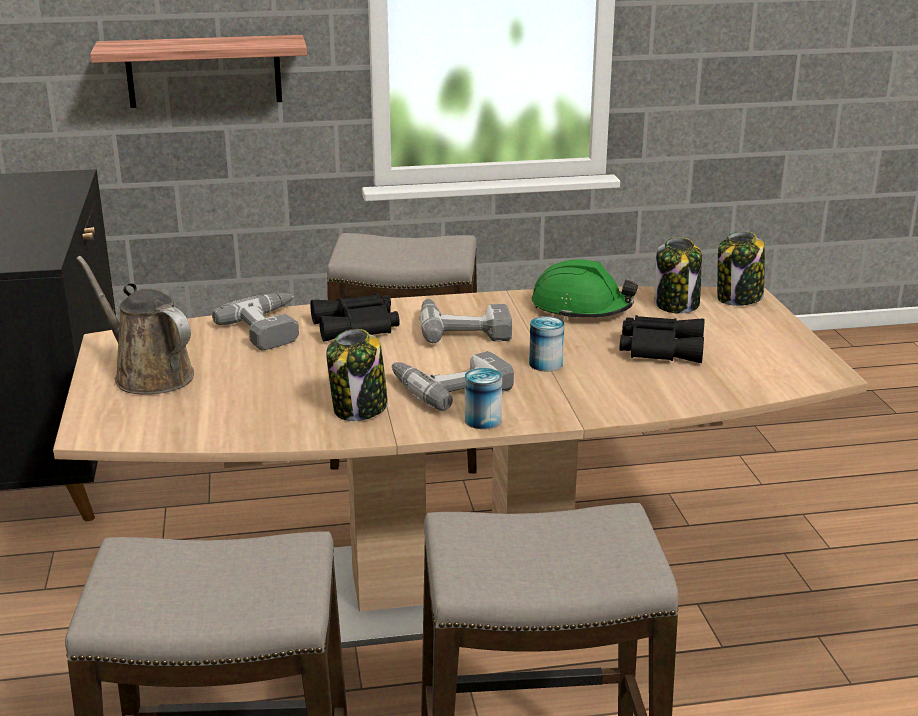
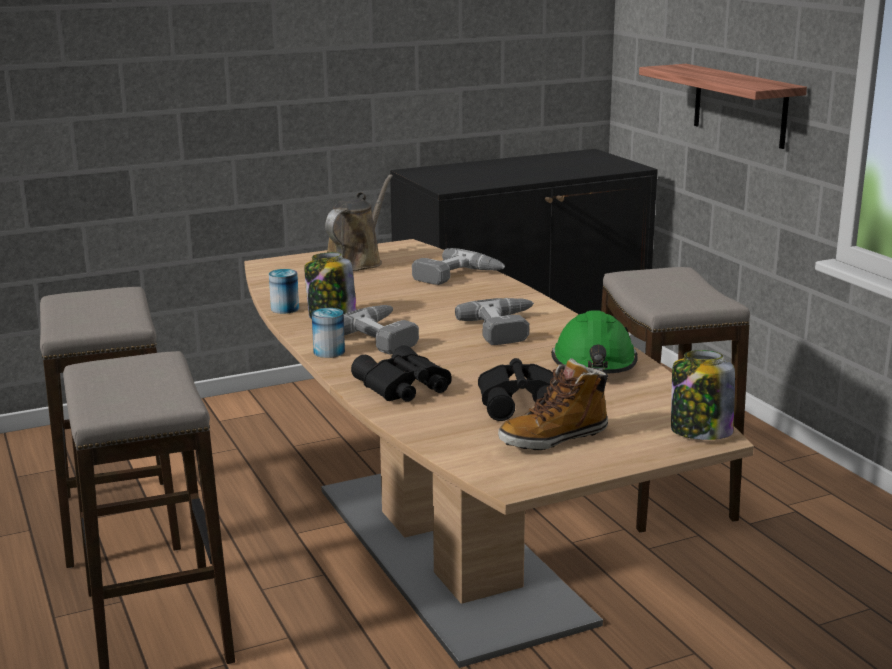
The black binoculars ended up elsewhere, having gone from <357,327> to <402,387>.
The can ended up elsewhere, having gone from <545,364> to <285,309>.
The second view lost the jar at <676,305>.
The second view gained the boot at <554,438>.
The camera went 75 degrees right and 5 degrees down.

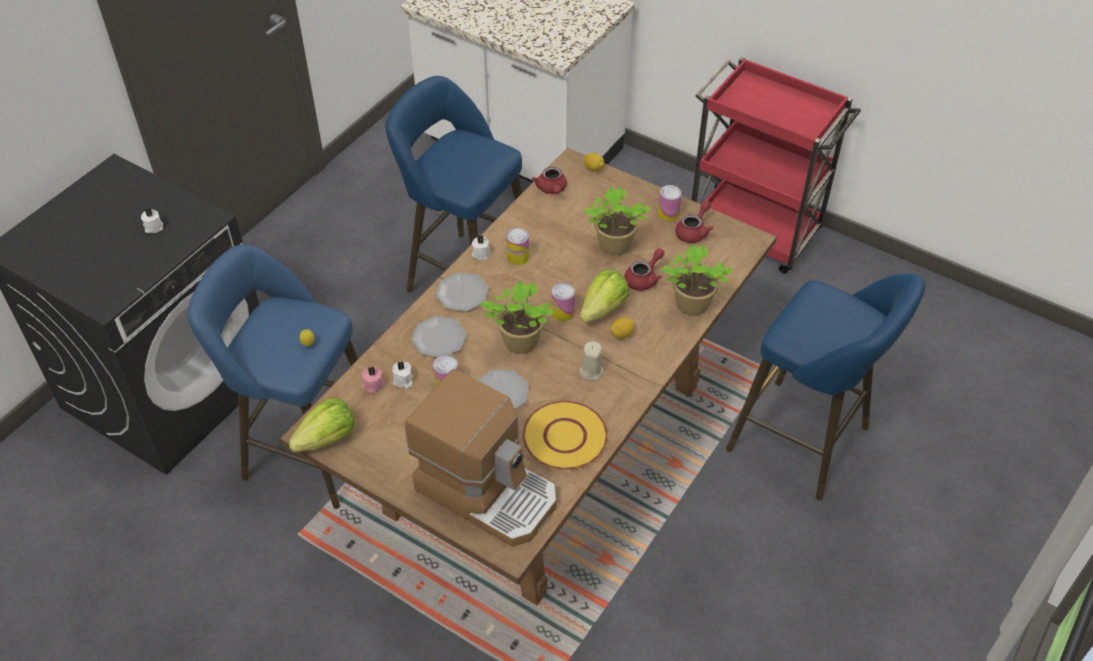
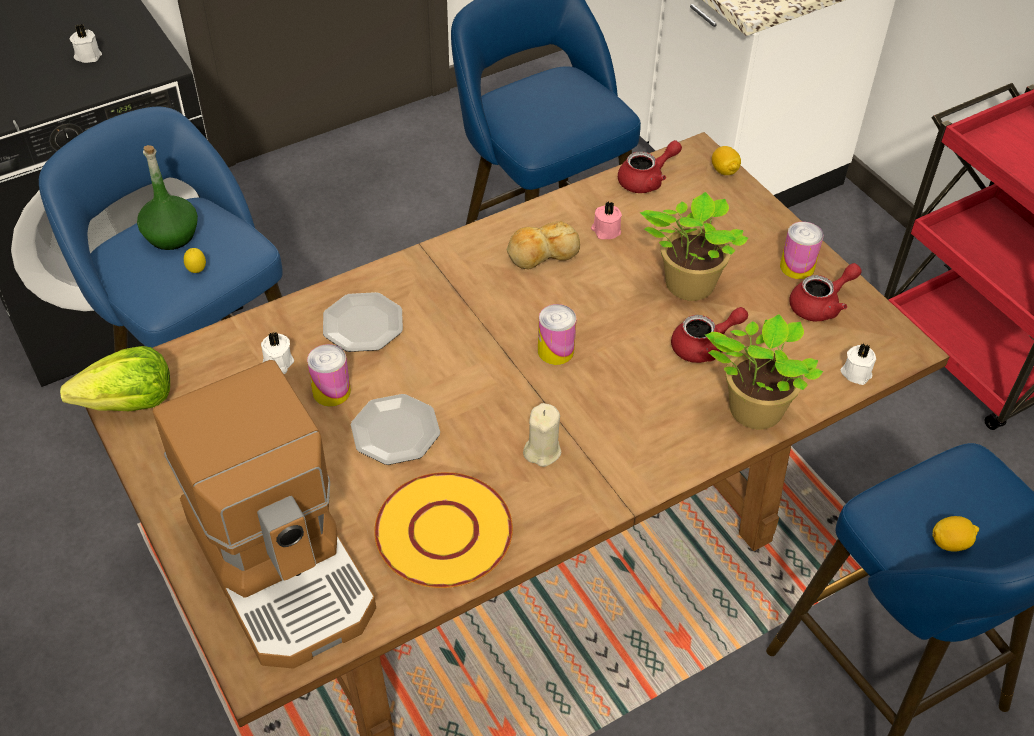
The pink candle ended up elsewhere, having gone from <372,385> to <605,230>.
The second view lost the plate at <462,293>.
The white candle ended up elsewhere, having gone from <481,253> to <856,372>.
The second view lost the potted plant at <519,343>.
Where the can stood at <518,257>, the bread came to stand at <542,253>.
The red teapot at <552,190> ended up facing another way, 135 degrees counterclockwise from before.
The second view lost the lettuce at <603,309>.
The lemon ended up elsewhere, having gone from <622,334> to <950,543>.
The second view gained the green bottle at <171,235>.
The camera went 25 degrees right and 0 degrees up.

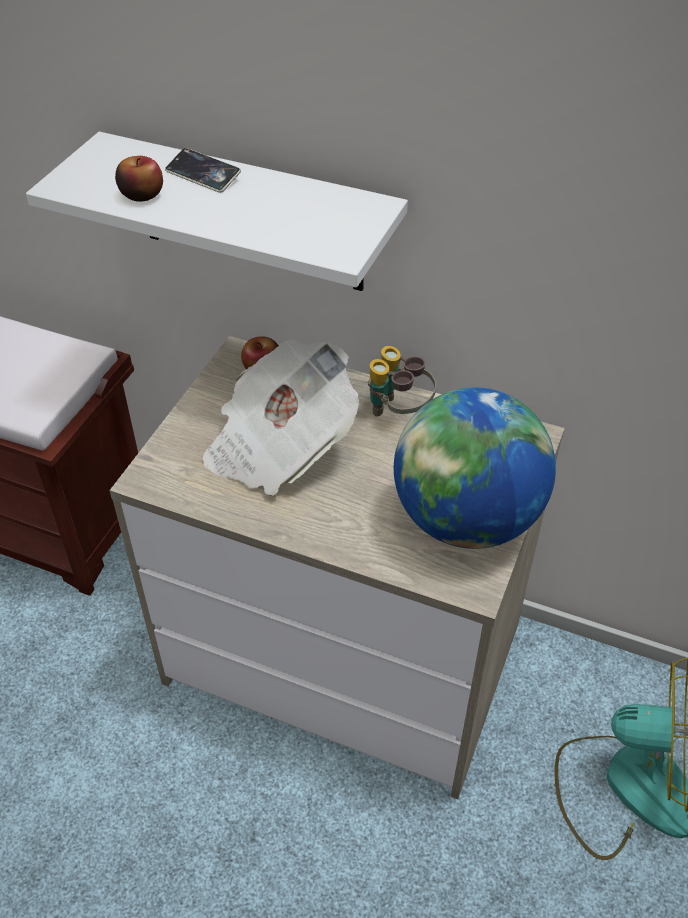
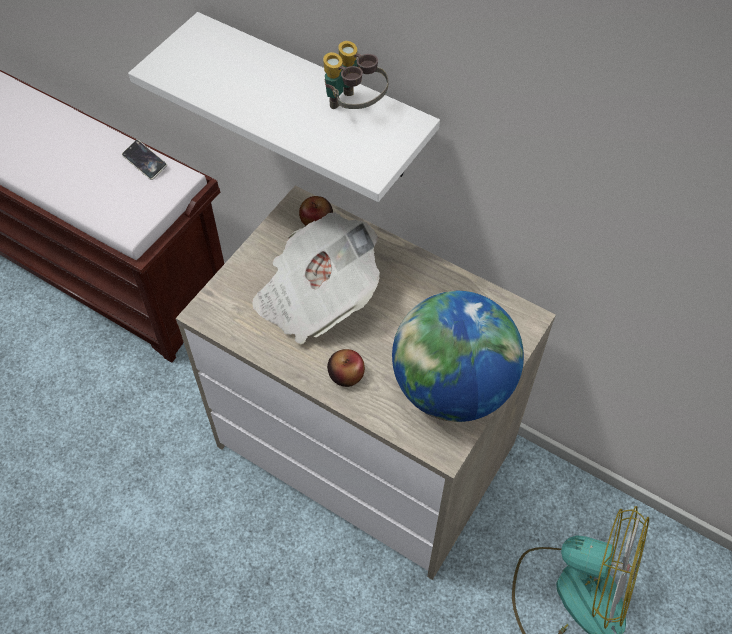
The apple ended up elsewhere, having gone from <142,194> to <346,374>.
The phone ended up elsewhere, having gone from <203,175> to <145,162>.
The binoculars ended up elsewhere, having gone from <398,412> to <354,107>.
The camera went 10 degrees right and 10 degrees up.

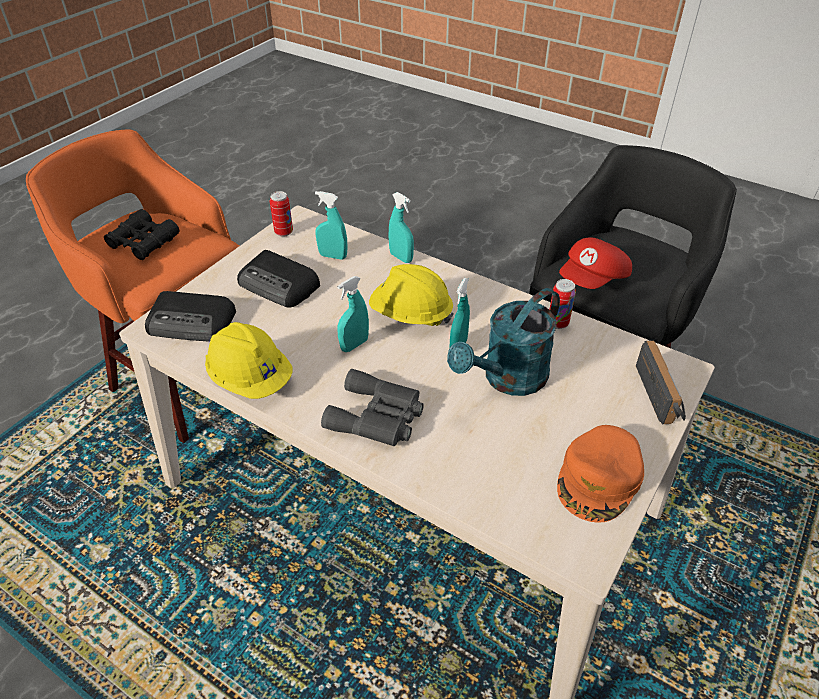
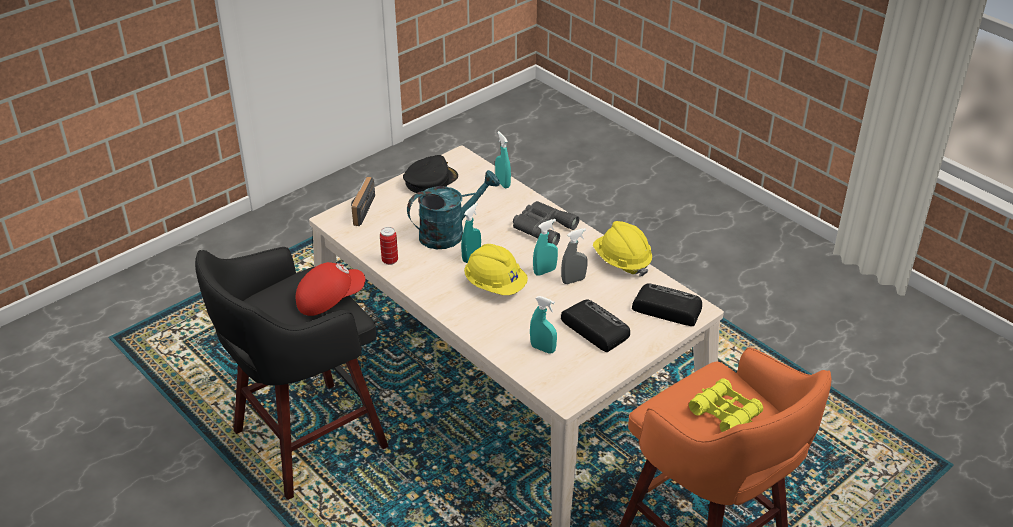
What was the black binoculars at <144,242> turned into the yellow binoculars at <725,413>.
The second view lost the can at <284,232>.
The turquoise spray bottle ended up elsewhere, having gone from <401,257> to <502,183>.
What was the orange cap at <599,479> turned into the black cap at <430,180>.
The second view gained the grey spray bottle at <573,280>.
The camera went 165 degrees left and 5 degrees down.

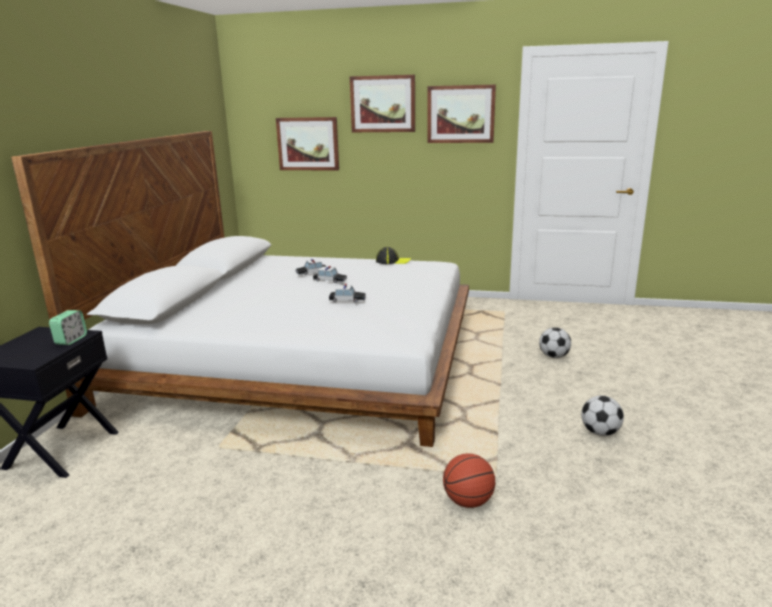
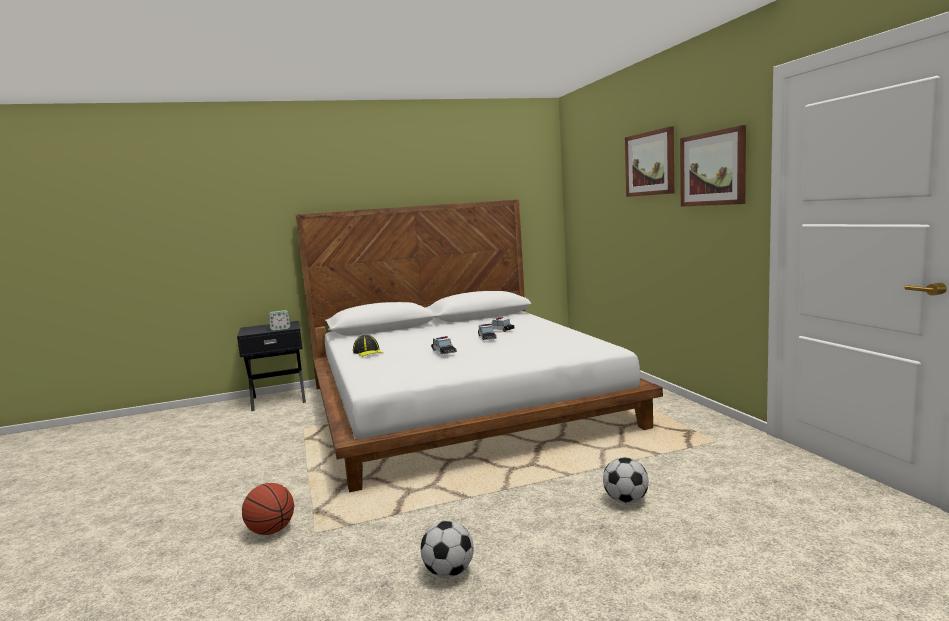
The second view lost the picture at <308,144>.
The cap ended up elsewhere, having gone from <393,261> to <368,352>.
The camera went 60 degrees right and 10 degrees down.

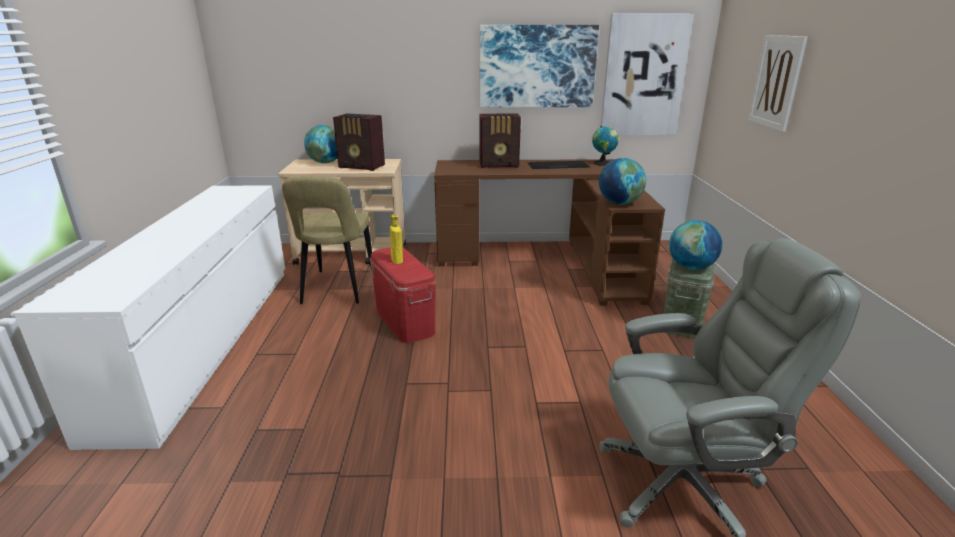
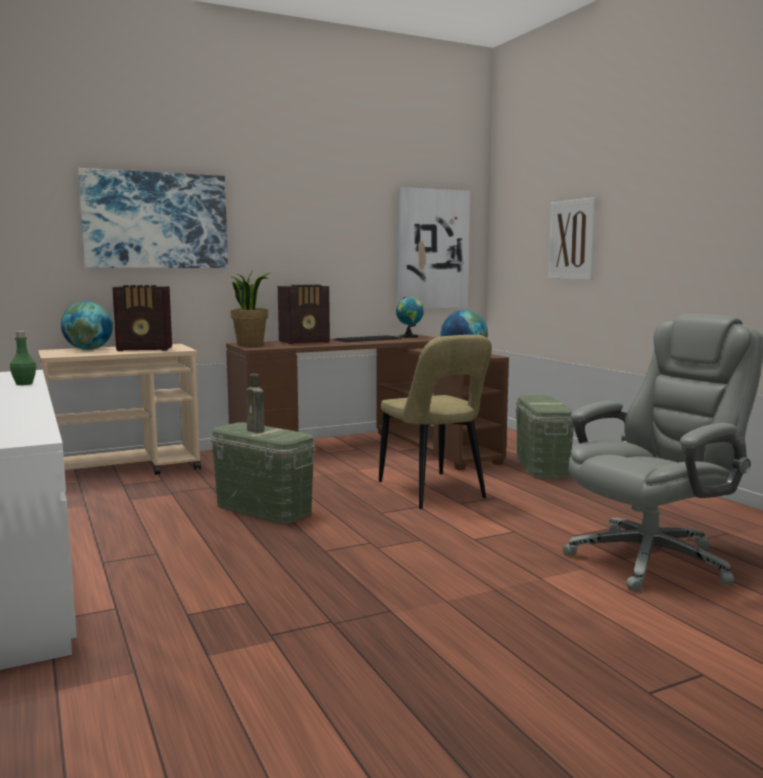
The beige chair ended up elsewhere, having gone from <337,289> to <433,492>.
What was the red storage box at <405,321> turned into the green storage box at <264,509>.
What was the yellow bottle at <397,261> turned into the brown bottle at <256,430>.
The picture ended up elsewhere, having gone from <537,66> to <156,220>.
The second view lost the globe at <691,267>.
The second view gained the green bottle at <24,384>.
The second view gained the potted plant at <250,344>.
The camera went 25 degrees left and 15 degrees down.

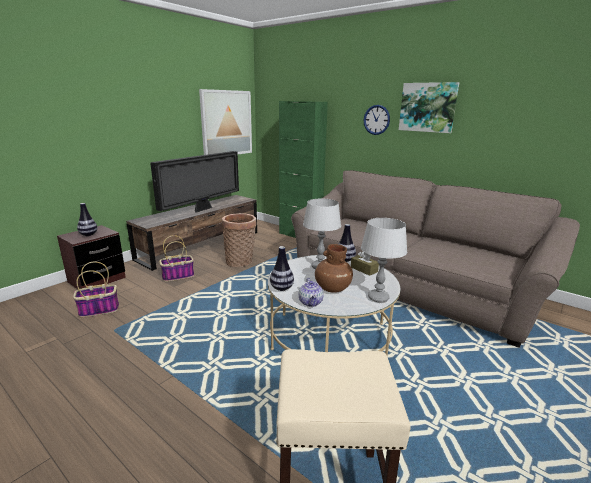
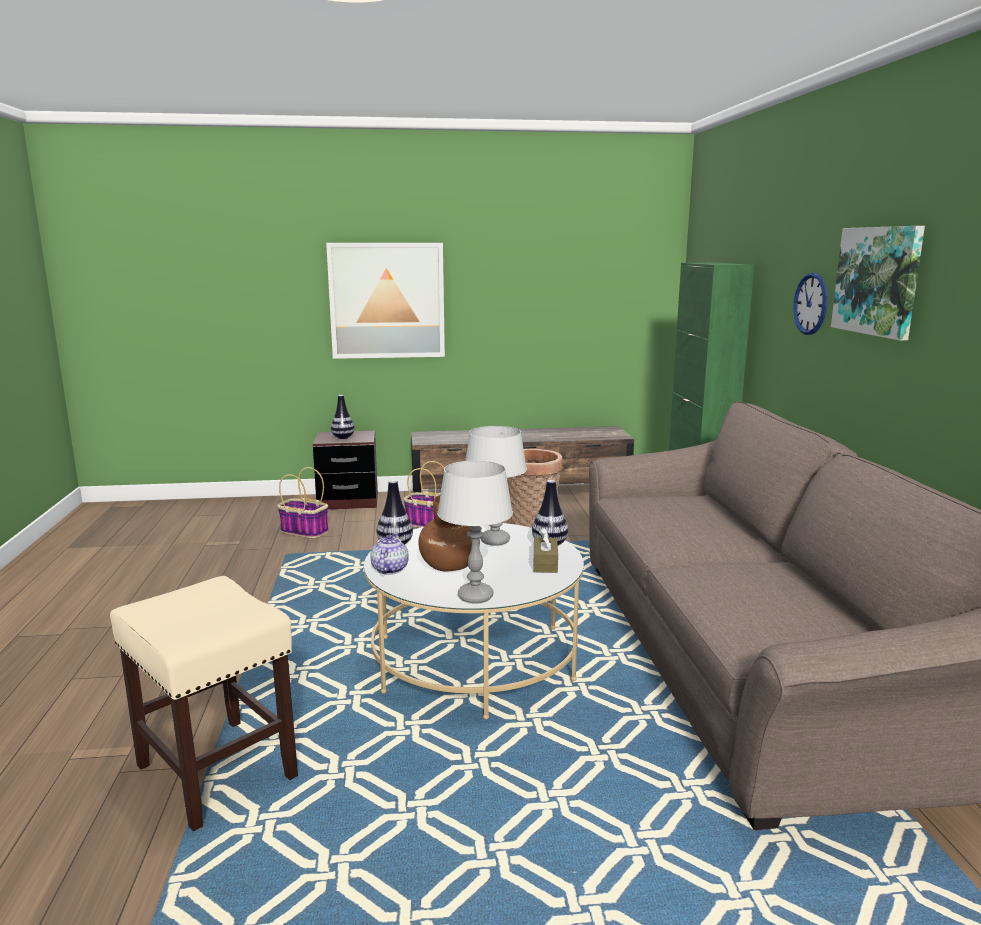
The second view lost the television at <203,209>.
The picture ended up elsewhere, having gone from <226,123> to <387,300>.
The teapot at <311,302> ended up facing another way, 150 degrees clockwise from before.
The camera went 45 degrees right and 5 degrees down.

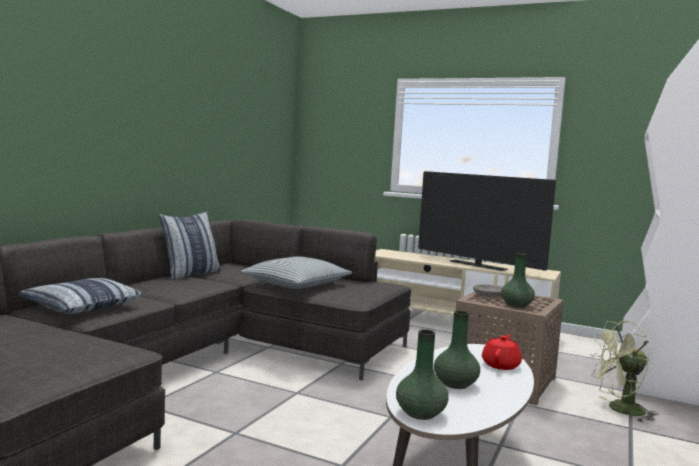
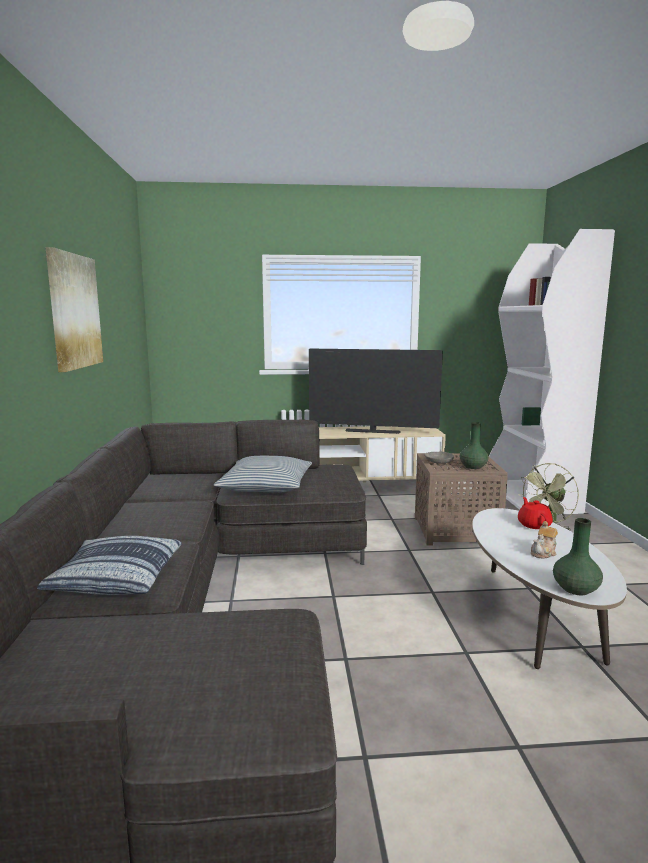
The second view lost the pillow at <191,274>.
Where the green vase stood at <456,384>, the teapot came to stand at <544,553>.
The second view gained the picture at <74,311>.
The camera went 30 degrees left and 5 degrees up.

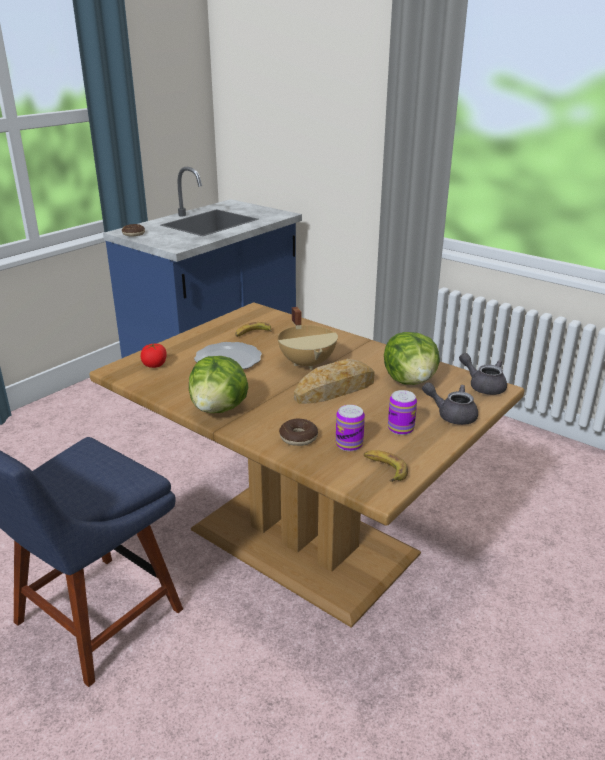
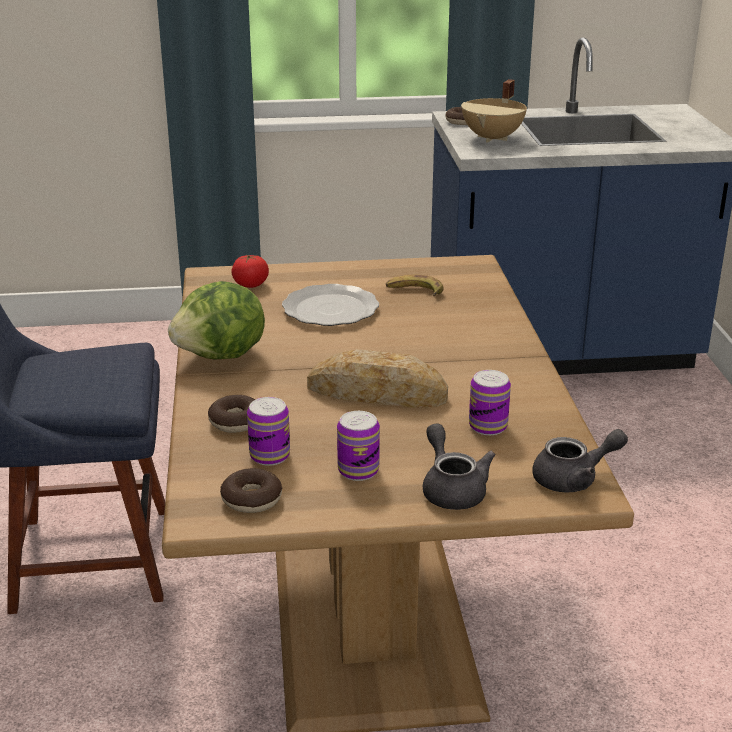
The beige cooking pot ended up elsewhere, having gone from <308,363> to <493,138>.
Where the banana stood at <384,469>, the donut came to stand at <251,499>.
Where the lettuce stood at <410,381>, the can came to stand at <488,426>.
The grey teapot at <483,386> ended up facing another way, 75 degrees clockwise from before.
The camera went 45 degrees right and 0 degrees up.

